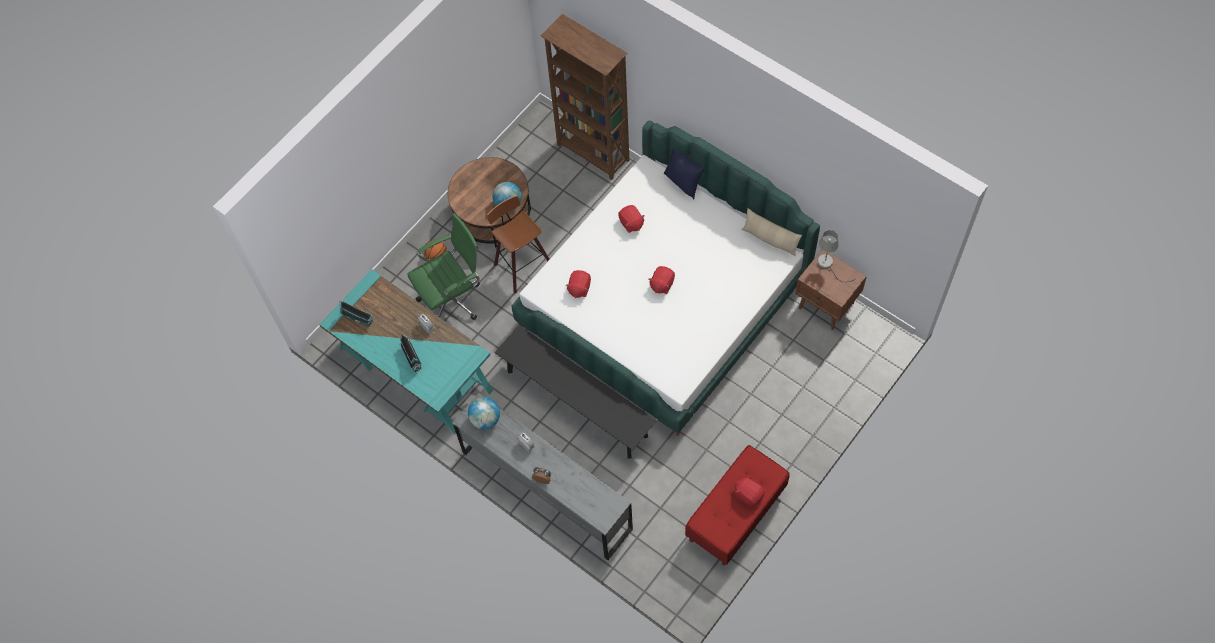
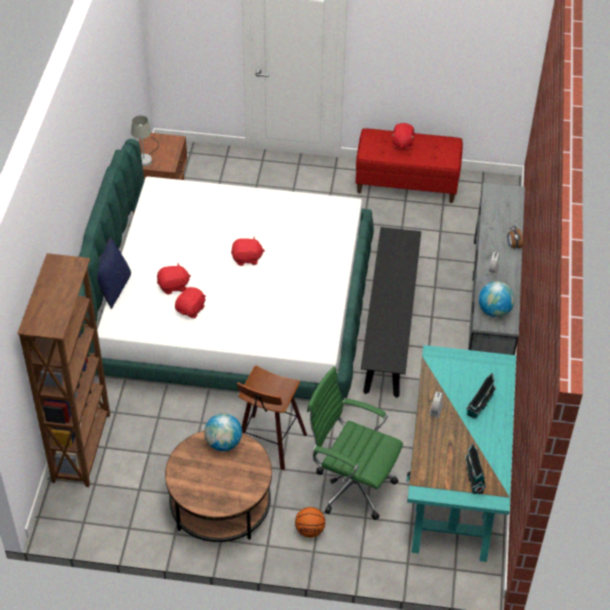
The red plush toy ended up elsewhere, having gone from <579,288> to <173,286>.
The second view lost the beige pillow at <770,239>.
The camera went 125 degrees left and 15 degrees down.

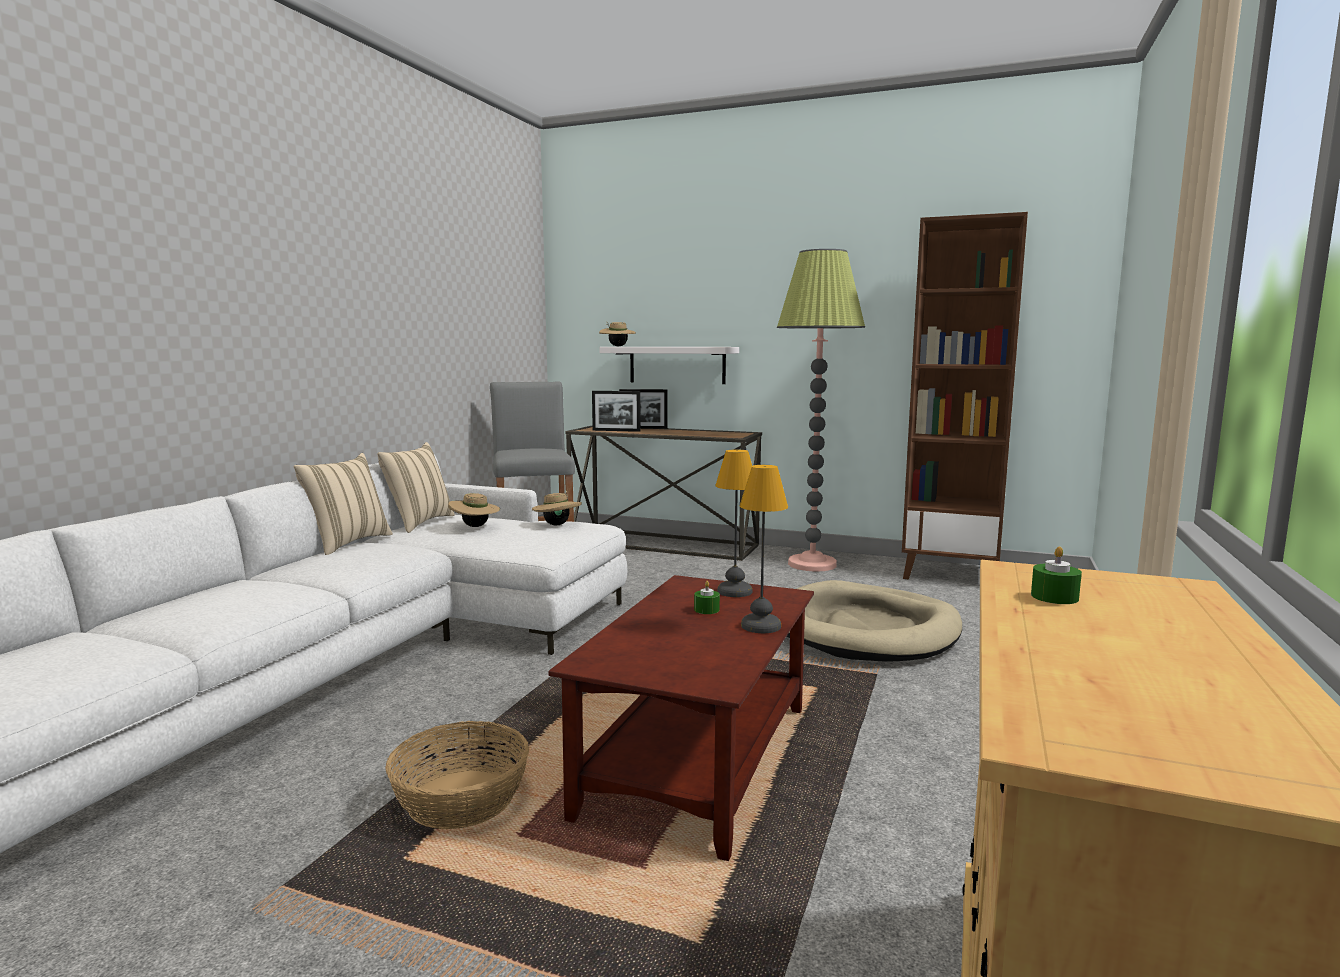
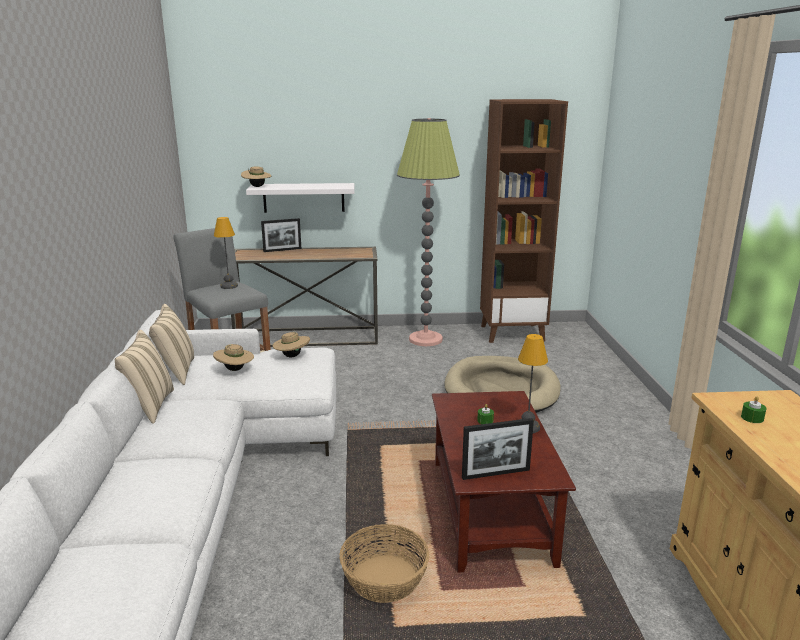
The picture frame ended up elsewhere, having gone from <616,430> to <496,474>.
The table lamp ended up elsewhere, having gone from <733,591> to <228,286>.
The camera went 25 degrees left and 10 degrees up.

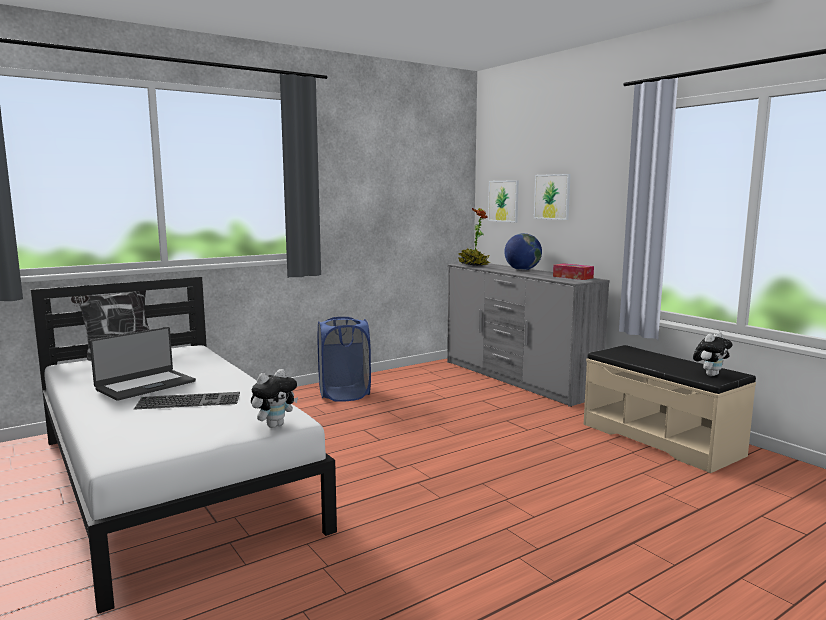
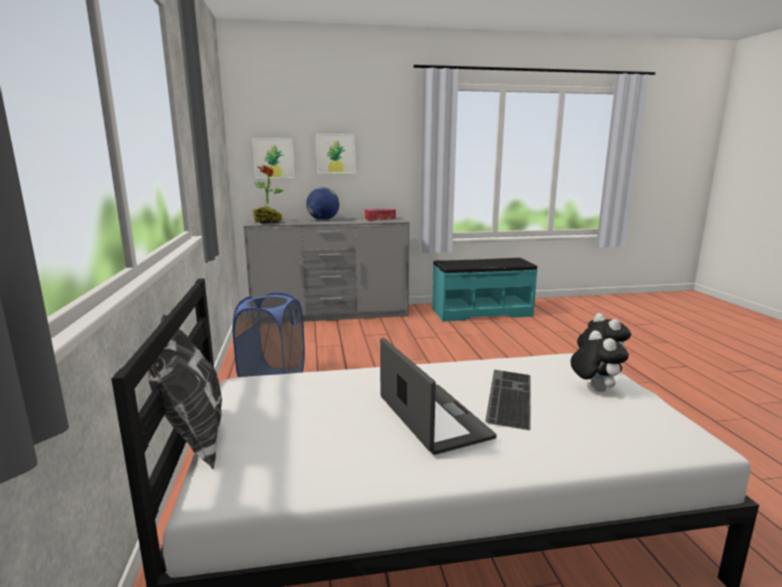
What was the beige bench at <661,439> turned into the turquoise bench at <481,312>.
The plush toy ended up elsewhere, having gone from <710,374> to <594,389>.
The camera went 65 degrees left and 5 degrees up.

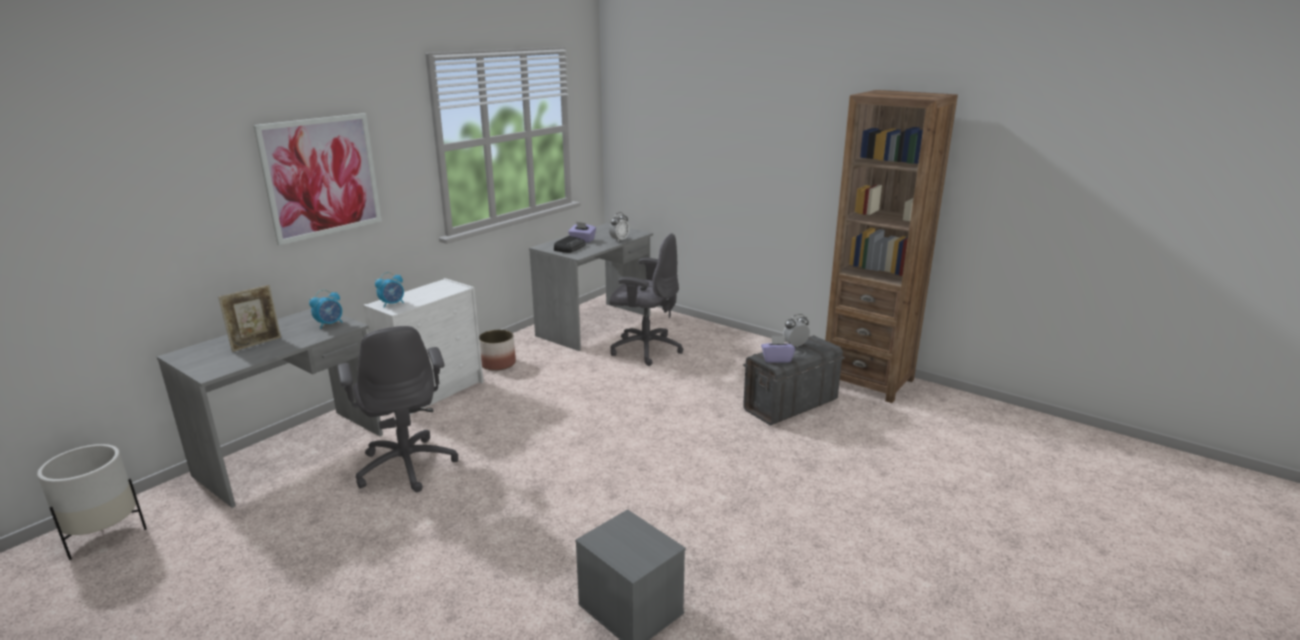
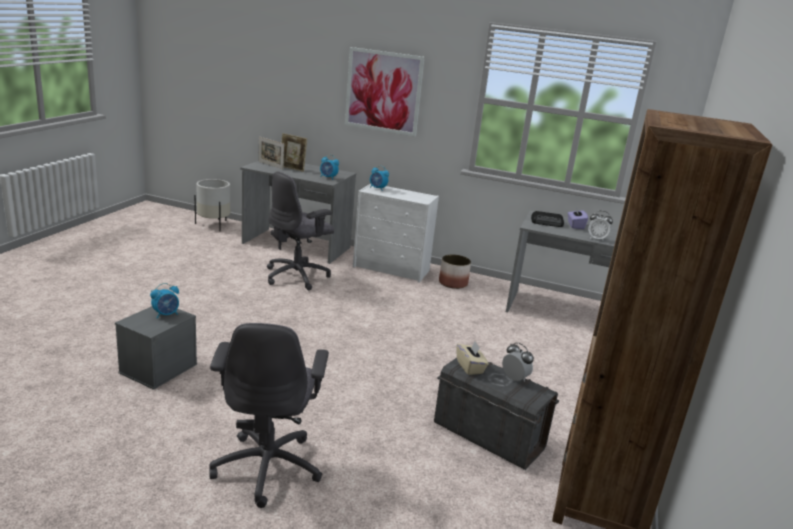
The grey office chair ended up elsewhere, having gone from <645,349> to <268,466>.
What was the purple tissue box at <776,359> turned into the beige tissue box at <470,367>.
The second view gained the alarm clock at <166,314>.
The second view gained the picture frame at <270,165>.
The camera went 70 degrees right and 0 degrees up.

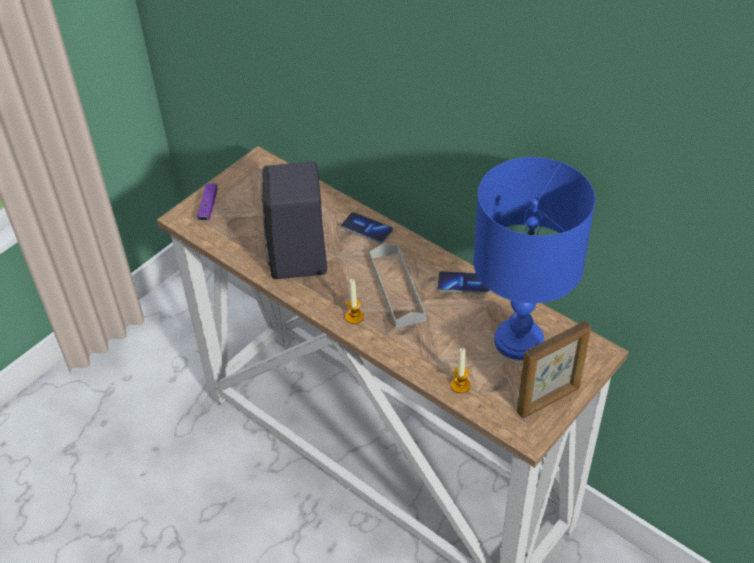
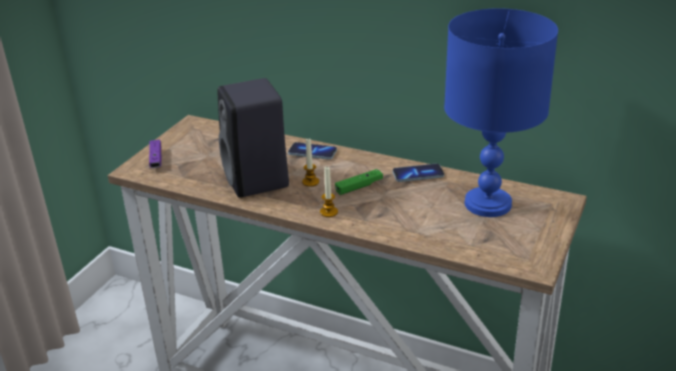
Where the grey tray stood at <397,288>, the green game controller came to stand at <359,187>.
The candle ended up elsewhere, having gone from <460,385> to <310,182>.
The second view lost the picture frame at <549,400>.
The camera went 15 degrees left and 15 degrees down.

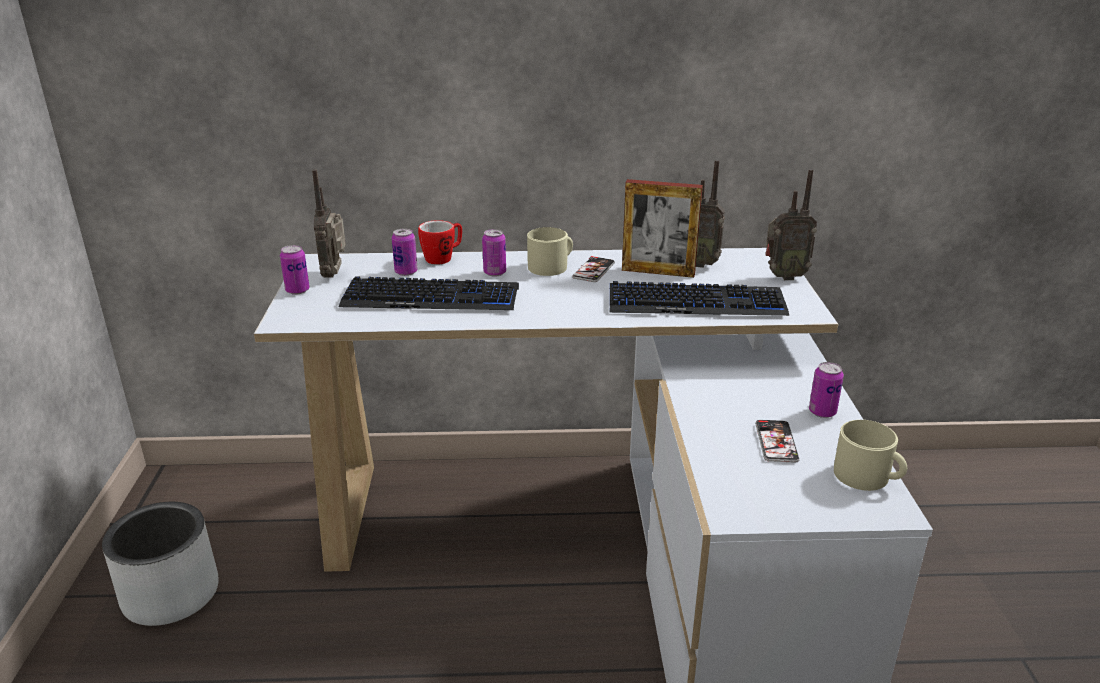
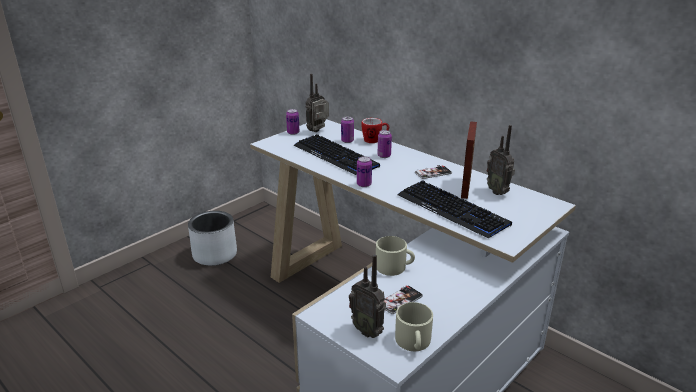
The beige mug ended up elsewhere, having gone from <552,266> to <394,267>.
The picture frame at <658,272> ended up facing another way, 45 degrees clockwise from before.
The radio ended up elsewhere, having gone from <783,276> to <368,330>.
The can ended up elsewhere, having gone from <822,412> to <364,184>.
The camera went 45 degrees right and 0 degrees up.

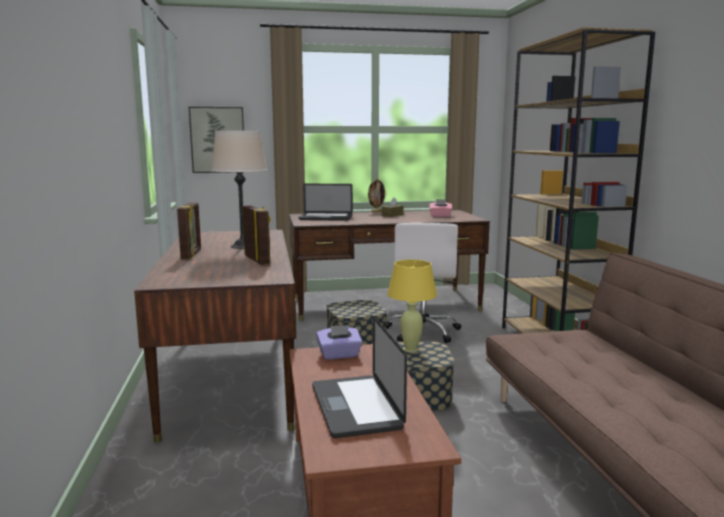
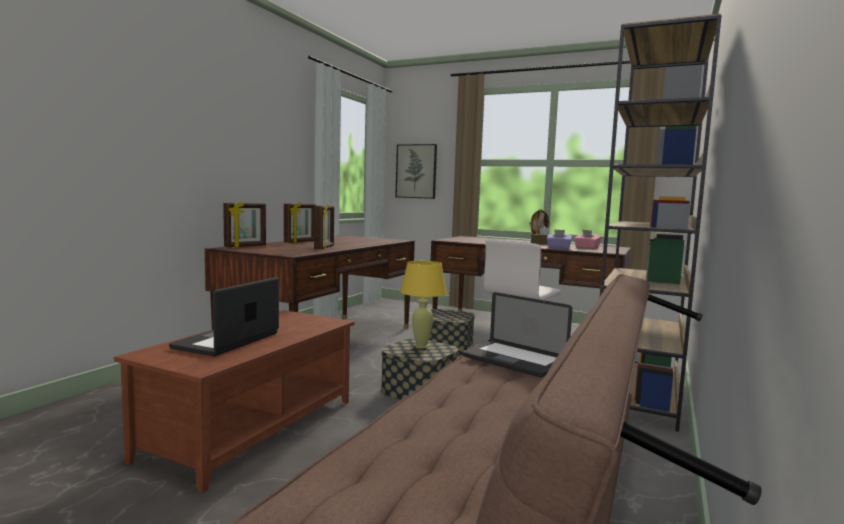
The second view lost the beige table lamp at <242,246>.
The laptop ended up elsewhere, having gone from <326,218> to <513,360>.
The purple tissue box ended up elsewhere, having gone from <339,355> to <558,248>.
The second view gained the picture frame at <246,246>.
The camera went 35 degrees right and 5 degrees down.

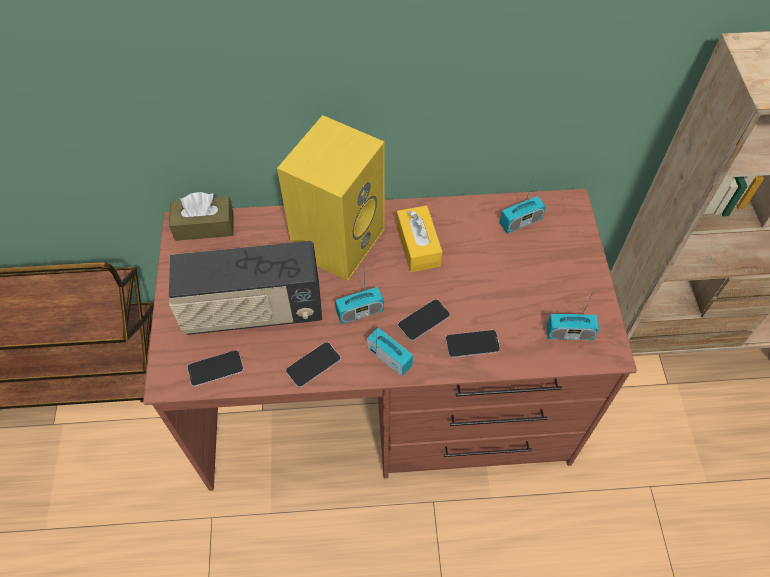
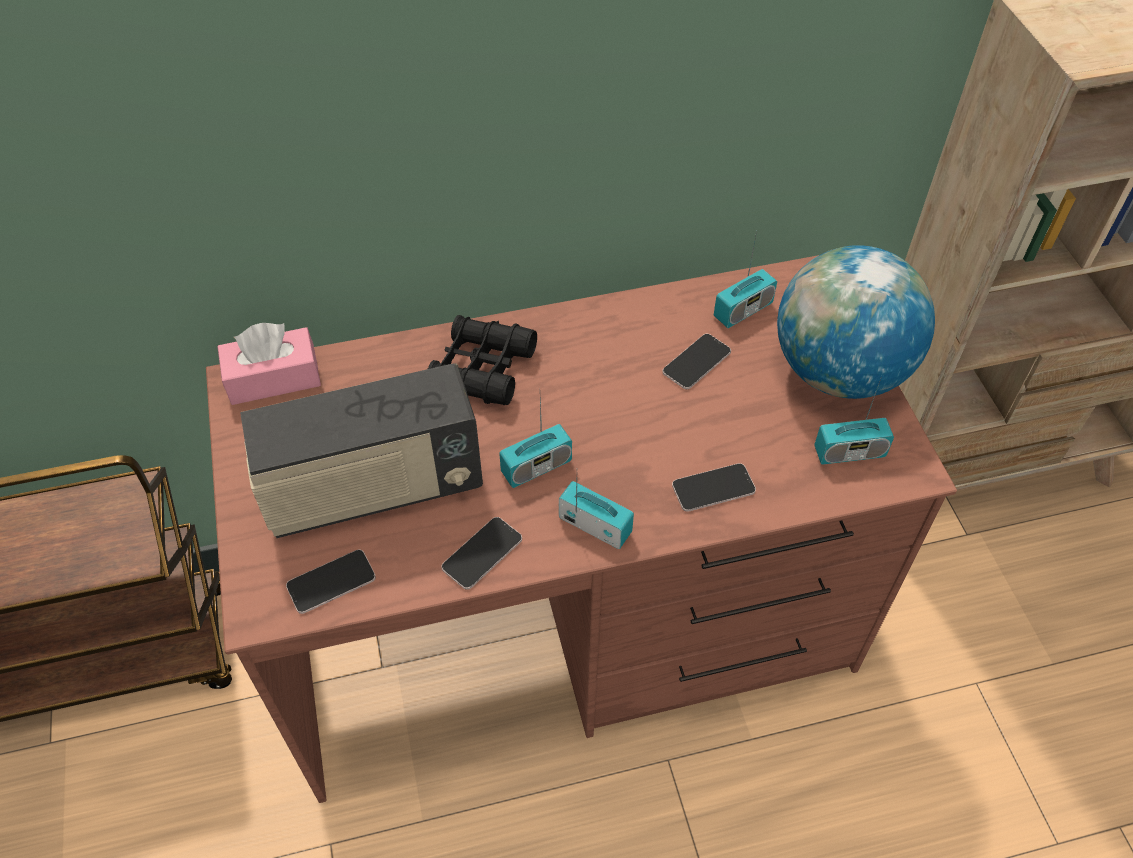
What was the brown tissue box at <204,226> turned into the pink tissue box at <273,378>.
Where the yellow speaker stood at <338,239>, the black binoculars came to stand at <482,369>.
The second view lost the yellow tissue box at <418,246>.
The phone ended up elsewhere, having gone from <424,320> to <696,362>.
The second view gained the globe at <839,371>.
The camera went 10 degrees left and 5 degrees down.

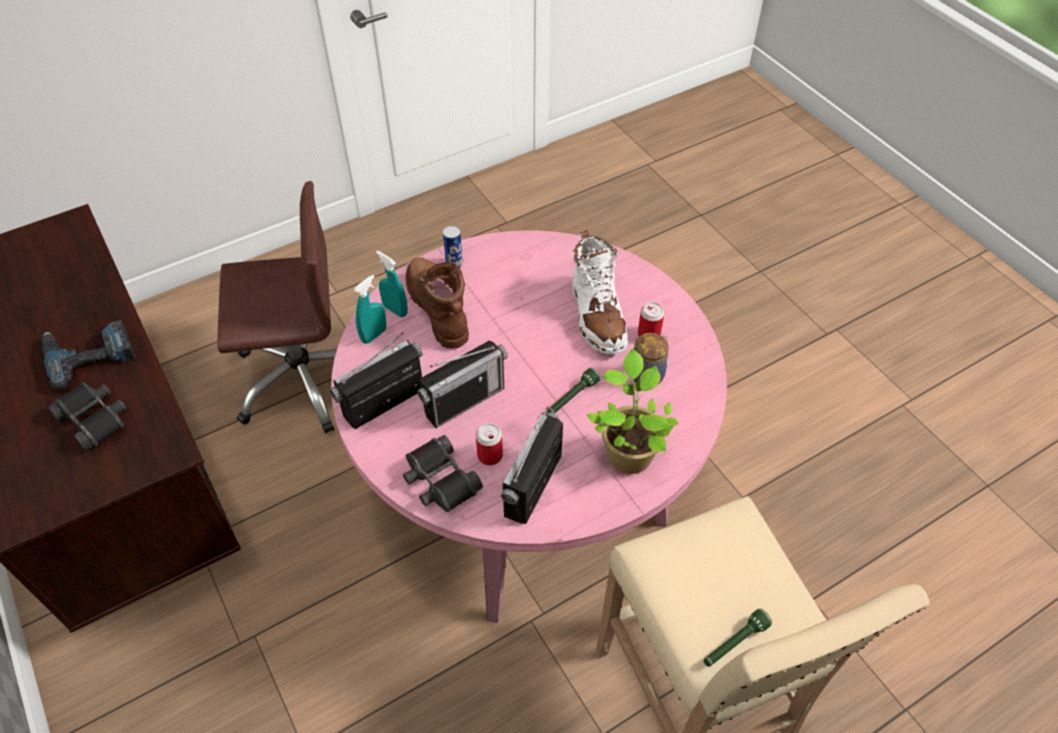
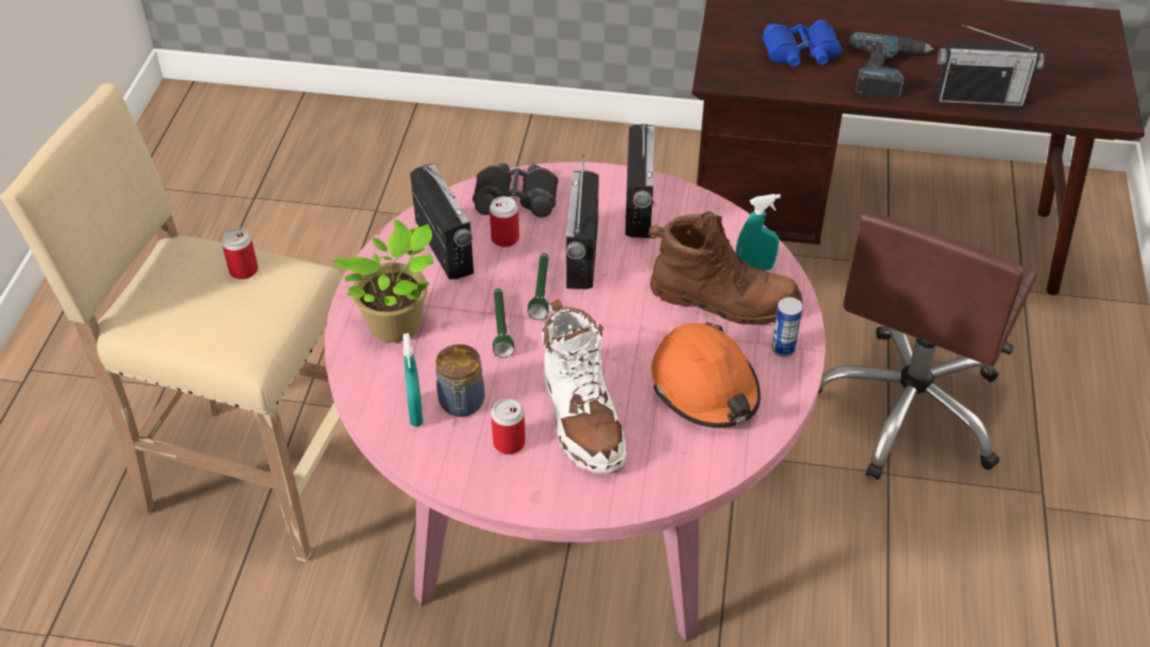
What was the black binoculars at <94,419> turned into the blue binoculars at <801,53>.
The turquoise spray bottle ended up elsewhere, having gone from <374,335> to <416,412>.
The white boot at <597,315> ended up facing another way, 135 degrees counterclockwise from before.
The green flashlight ended up elsewhere, having gone from <734,643> to <541,291>.
The second view gained the can at <243,270>.
The second view gained the orange hard hat at <705,387>.
The second view gained the radio at <979,98>.
The camera went 130 degrees right and 5 degrees down.

